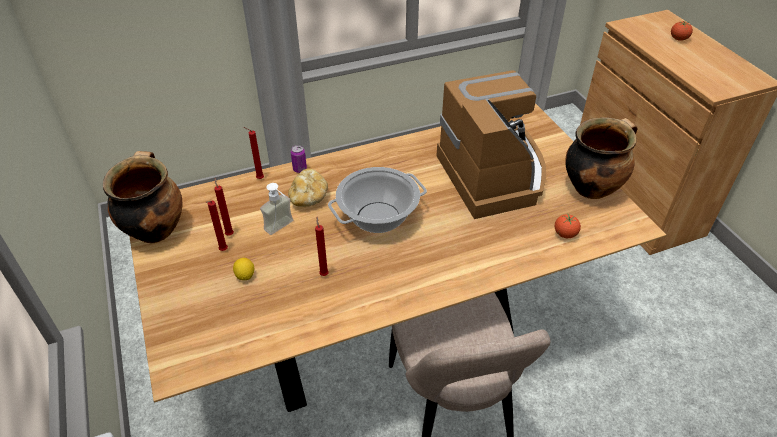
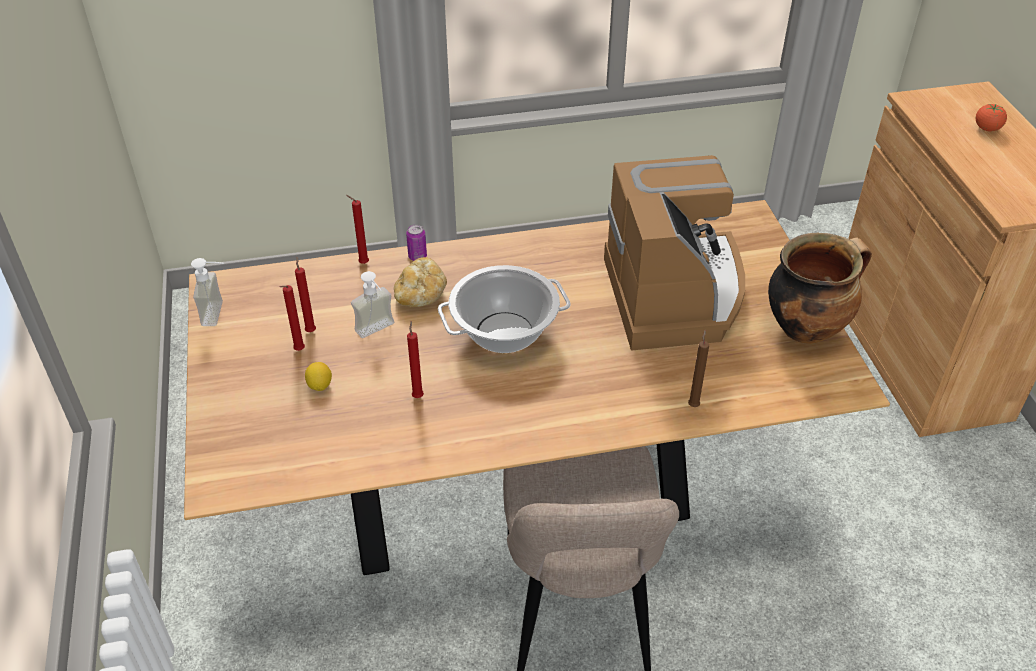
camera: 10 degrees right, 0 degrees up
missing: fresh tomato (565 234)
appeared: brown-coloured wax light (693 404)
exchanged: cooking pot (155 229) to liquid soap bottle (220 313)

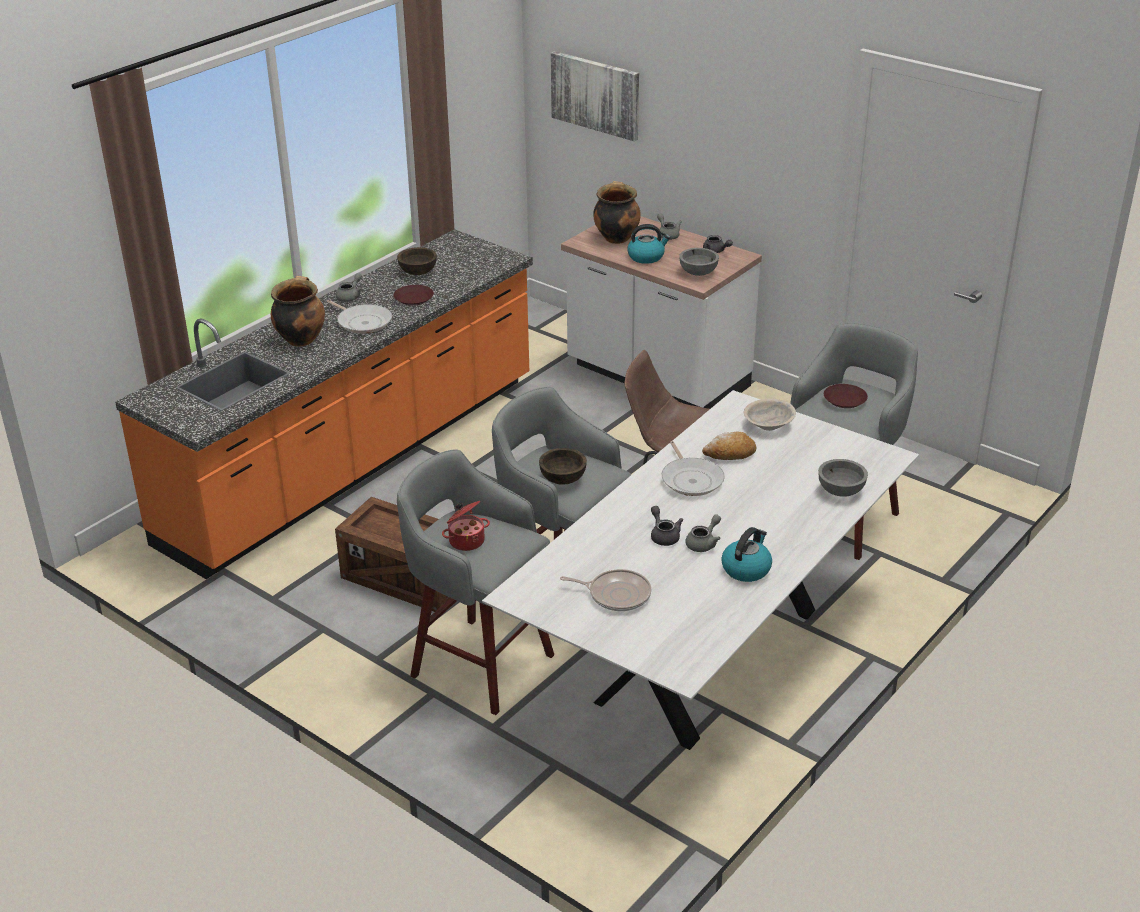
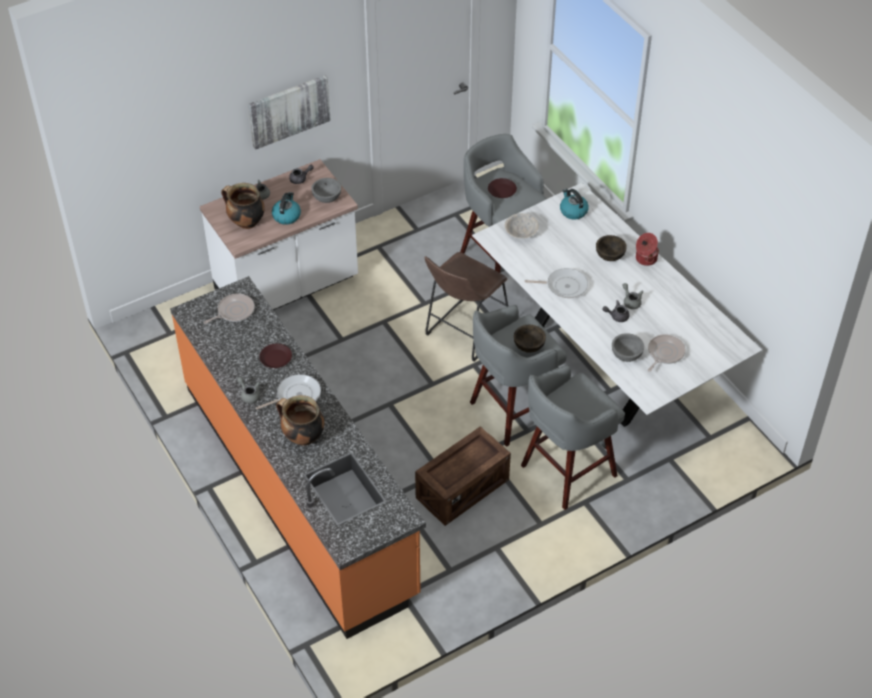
camera: 70 degrees left, 15 degrees up
missing: bread (730 454)
appeared: frying pan (234 311)
relocated: brown-coloured deep dish (417 272) to (609 255); cooking pot (466 540) to (645 258); wall picture (596 95) to (288 111); tea kettle (746 569) to (573 211); grey deep dish (841 490) to (626 355)

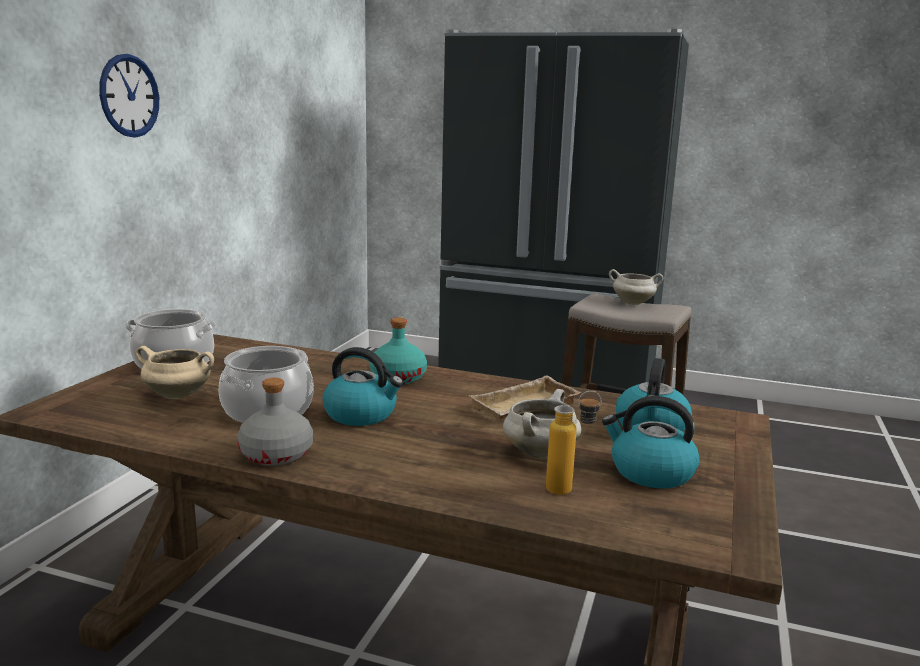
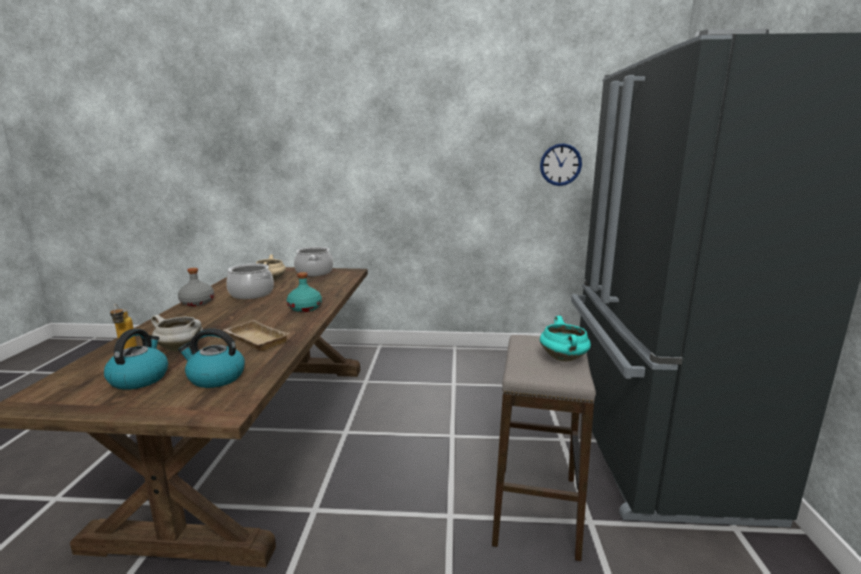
camera: 75 degrees right, 0 degrees up
missing: tea kettle (361 414)
relocated: wall clock (129 96) to (560 164)
colour: white-coloured cooking pot (633 303) to blue-green cooking pot (564 358)

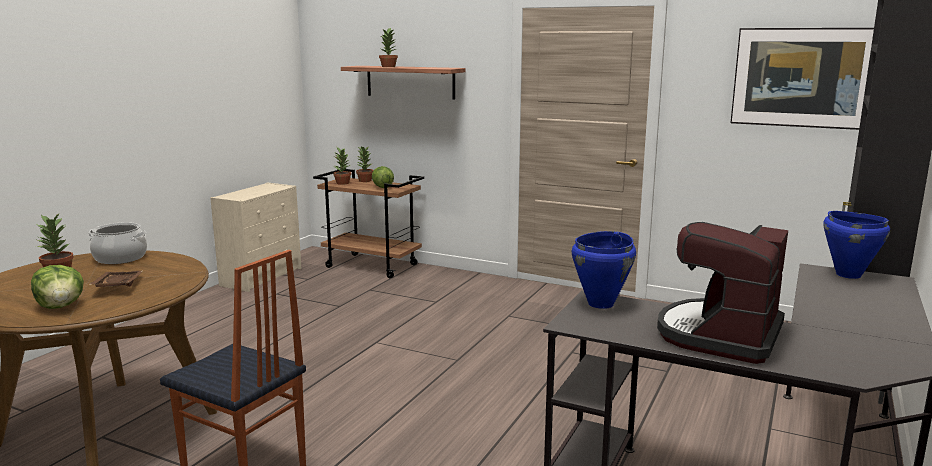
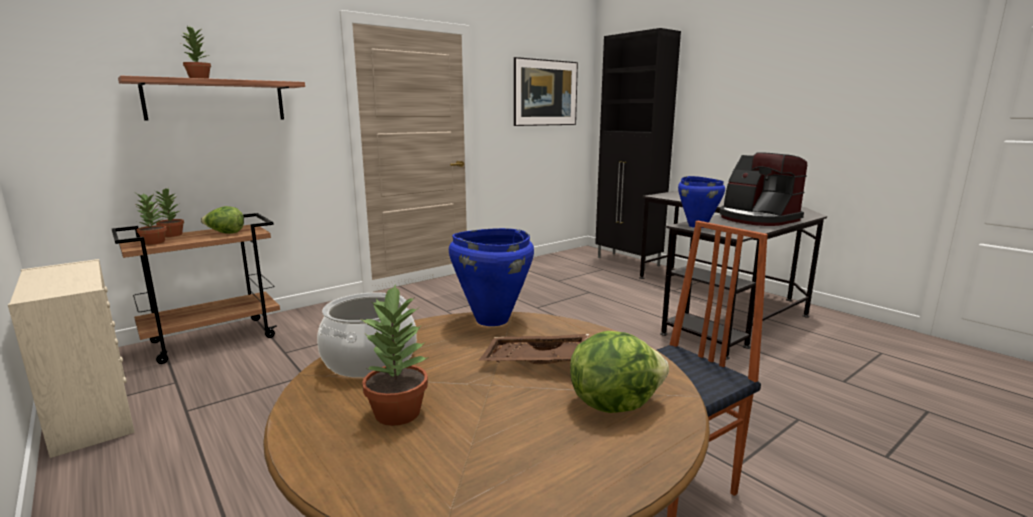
camera: 65 degrees left, 0 degrees up
relocated: blue cooking pot (848 274) to (491 320)

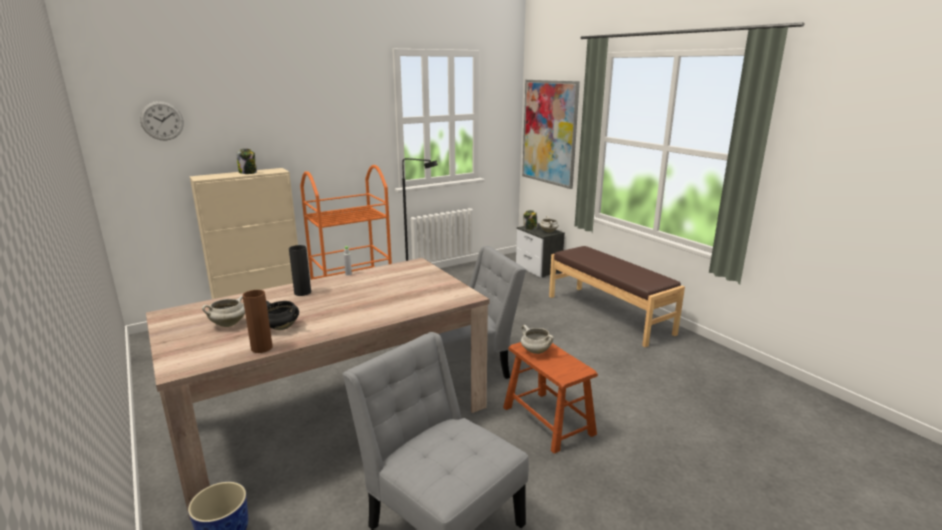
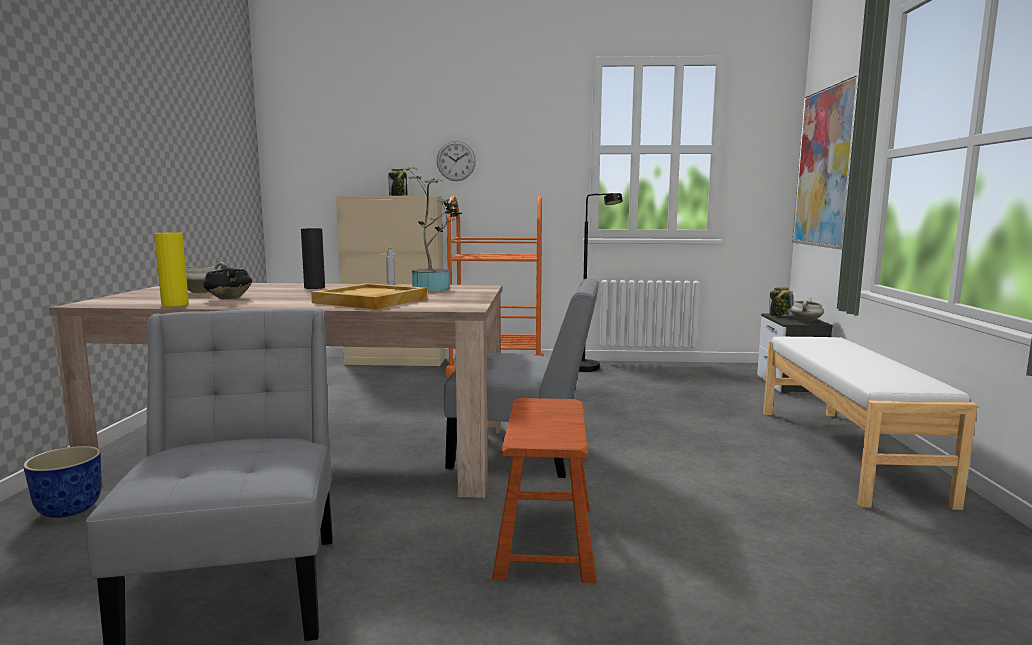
camera: 35 degrees right, 10 degrees down
missing: white-coloured cooking pot (535 351)
appeared: beige tray (371 301); houseplant (434 288)
relocated: wall clock (162 121) to (456 161)
colour: brown-coloured decorative vase (262 348) to yellowish decorative vase (175 304); brown-coloured bench (609 314) to white-coloured bench (845 452)

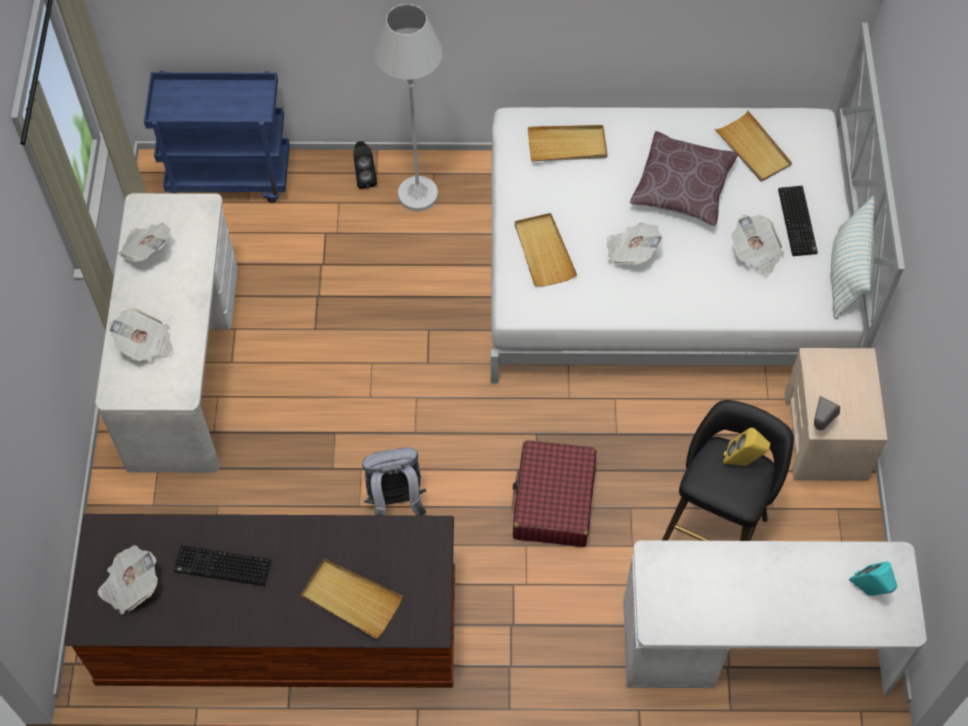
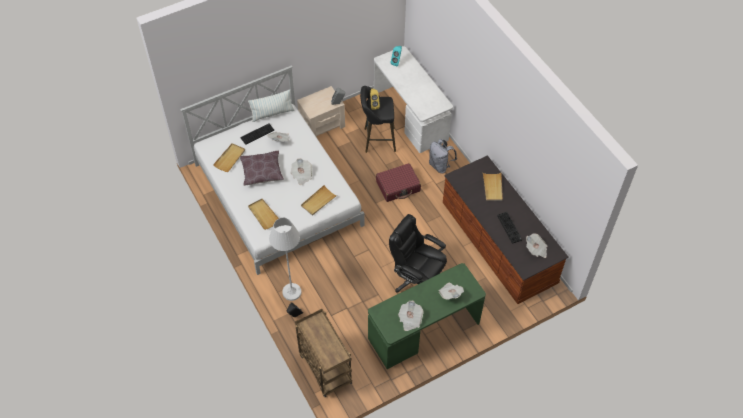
camera: 120 degrees left, 5 degrees down
appeared: blackish desk chair (416 278)
relocated: grey backpack (395 503) to (440 166)
colour: white-coloured desk unit (183 365) to greenish desk unit (424 331); blue wheeled cart (231 177) to brown-coloured wheeled cart (324 368)

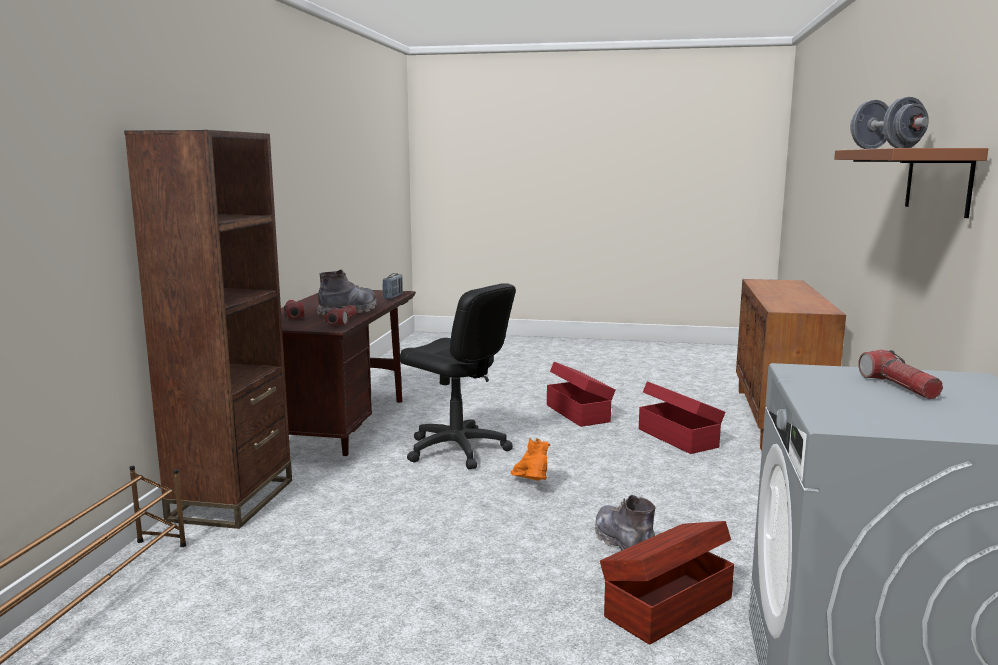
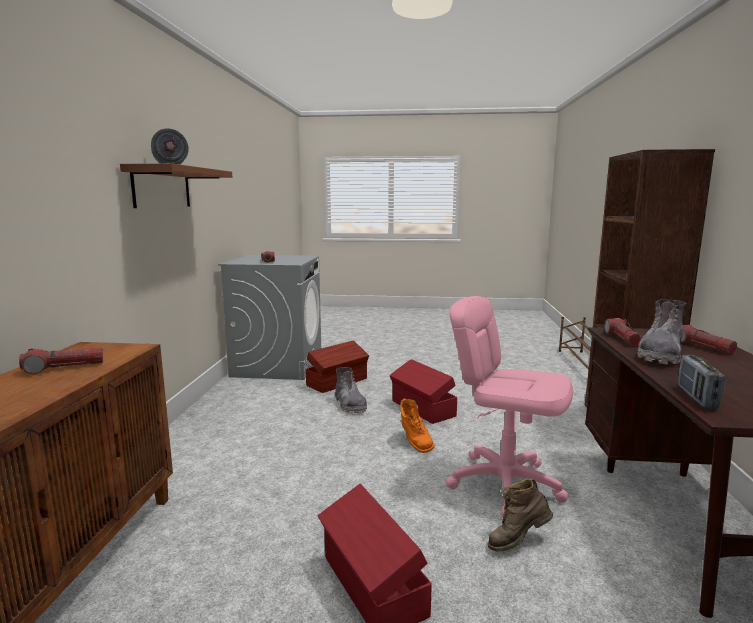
camera: 175 degrees right, 0 degrees up
appeared: flashlight (64 368); brown-coloured boot (517 540)
relocated: red-coloured storage box (678 437) to (422 409)
colour: blackish desk chair (457 450) to pink desk chair (505 484)

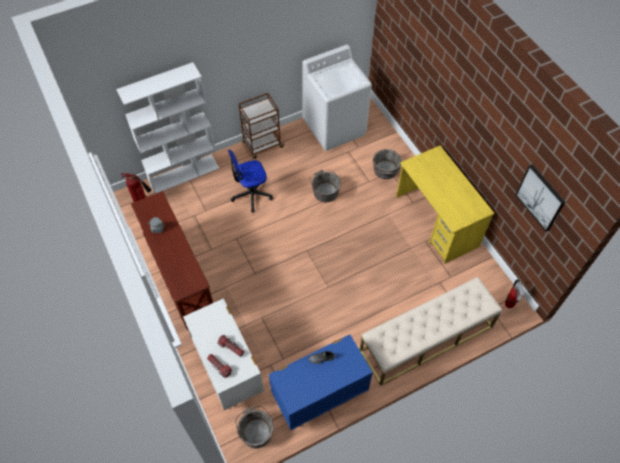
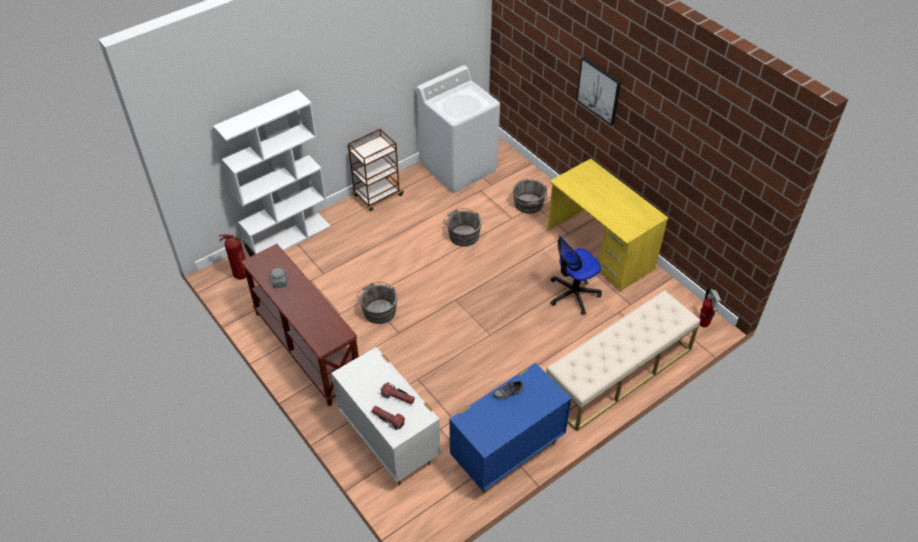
camera: 10 degrees left, 10 degrees down
relocated: desk chair (251 194) to (573 294); grey water bucket (256 431) to (378 310); wall picture (540 197) to (599 90)

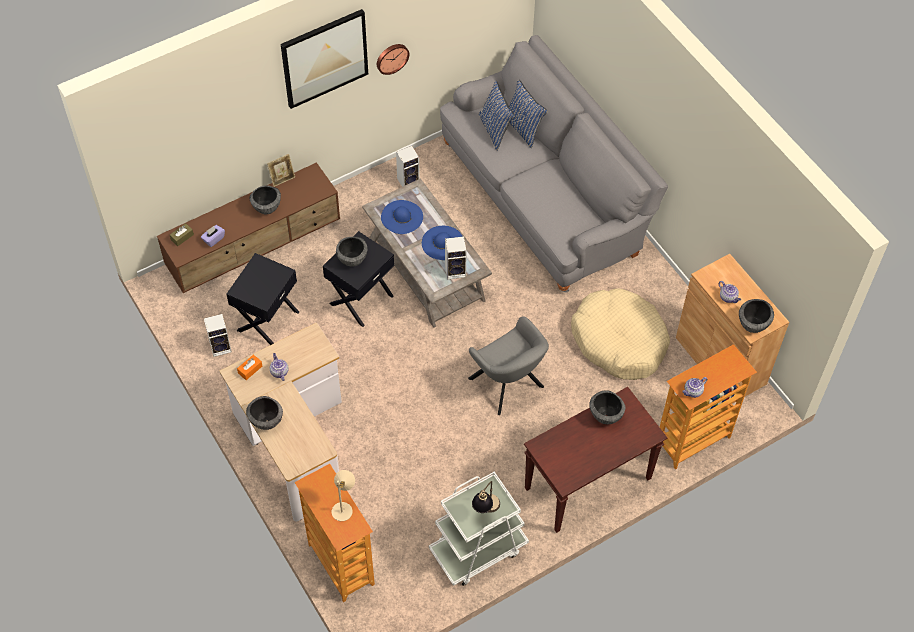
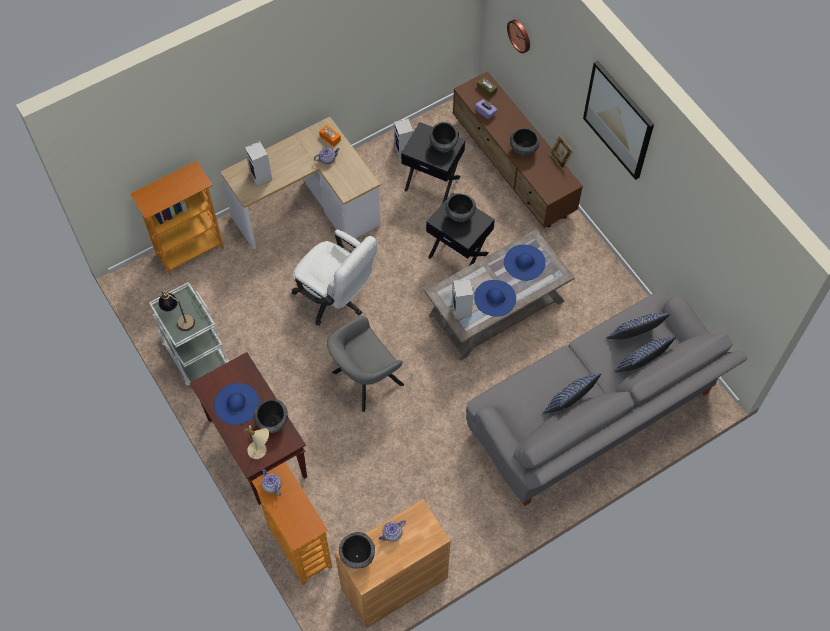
camera: 90 degrees right, 5 degrees up
missing: beige dog bed (619 341)
appeared: blue wearable hat (237 404); white-coloured desk chair (336 299); blue throw pillow (569 403)
relocated: deep dish (266 421) to (443 145); beige tabletop lamp (344 508) to (260 451); wall clock (391 58) to (520 35); speaker (408 180) to (261 177)

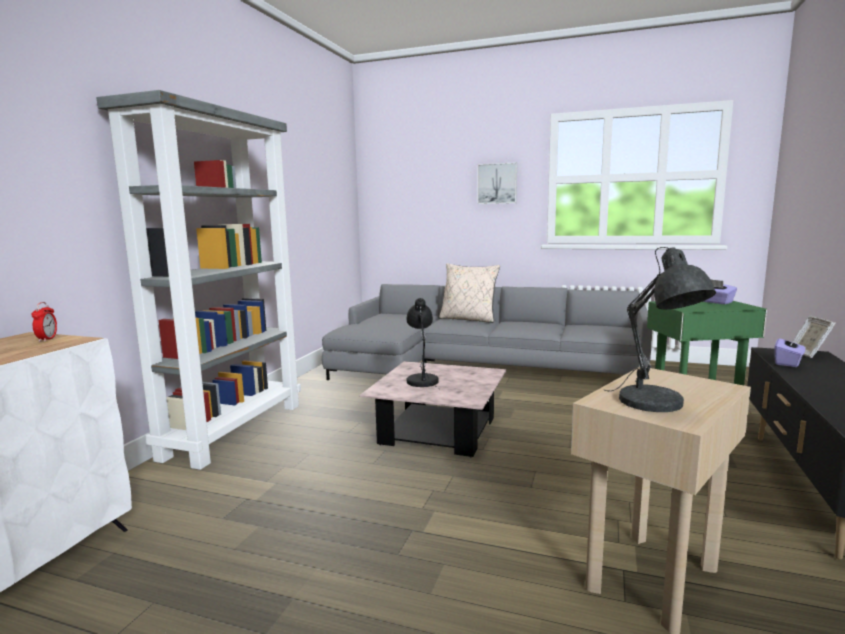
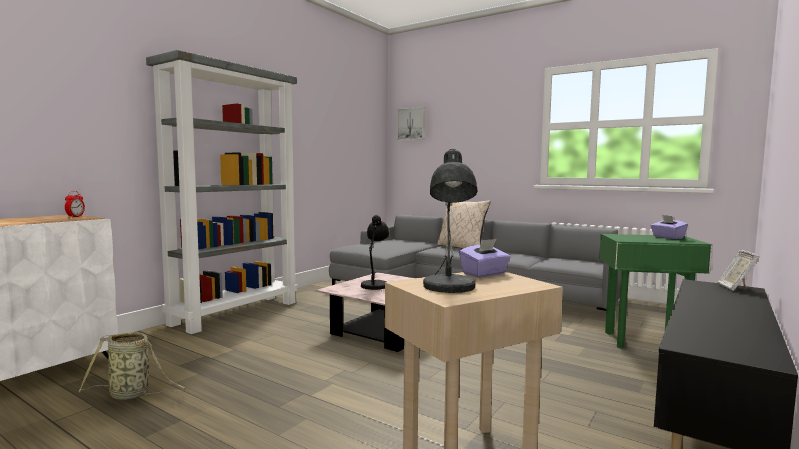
camera: 15 degrees right, 5 degrees down
appeared: basket (132 394)
relocated: wall picture (497 183) to (411 124); purple tissue box (788 363) to (484 274)

